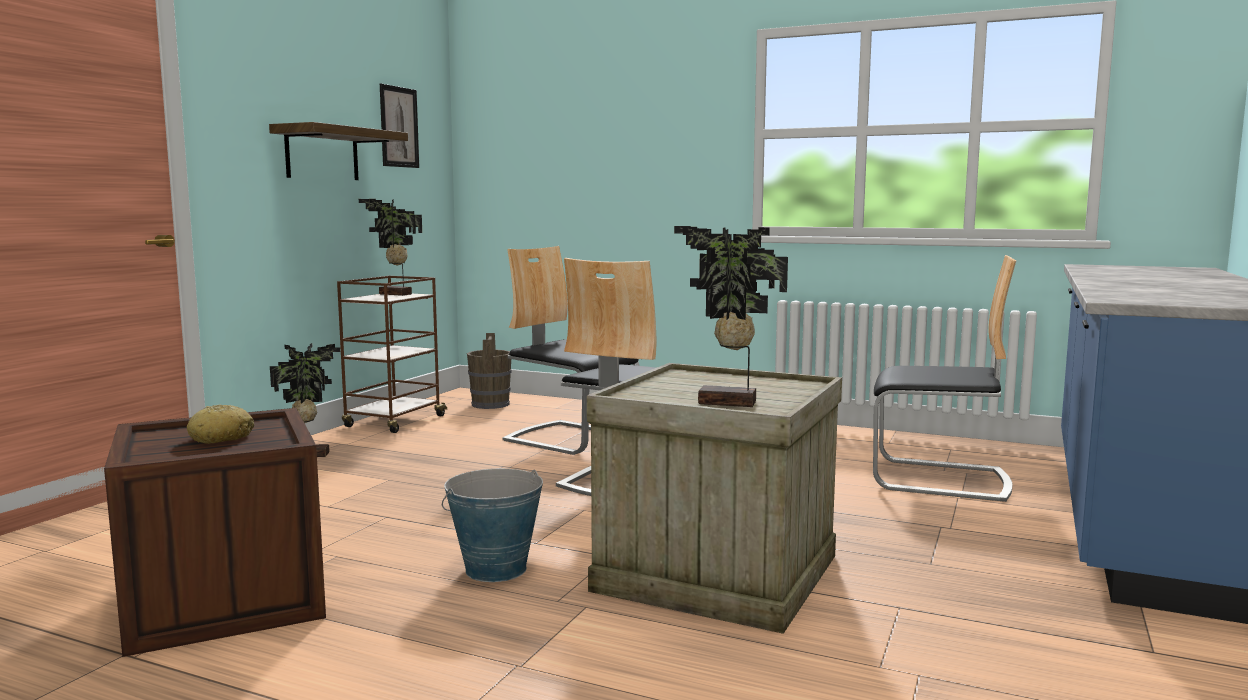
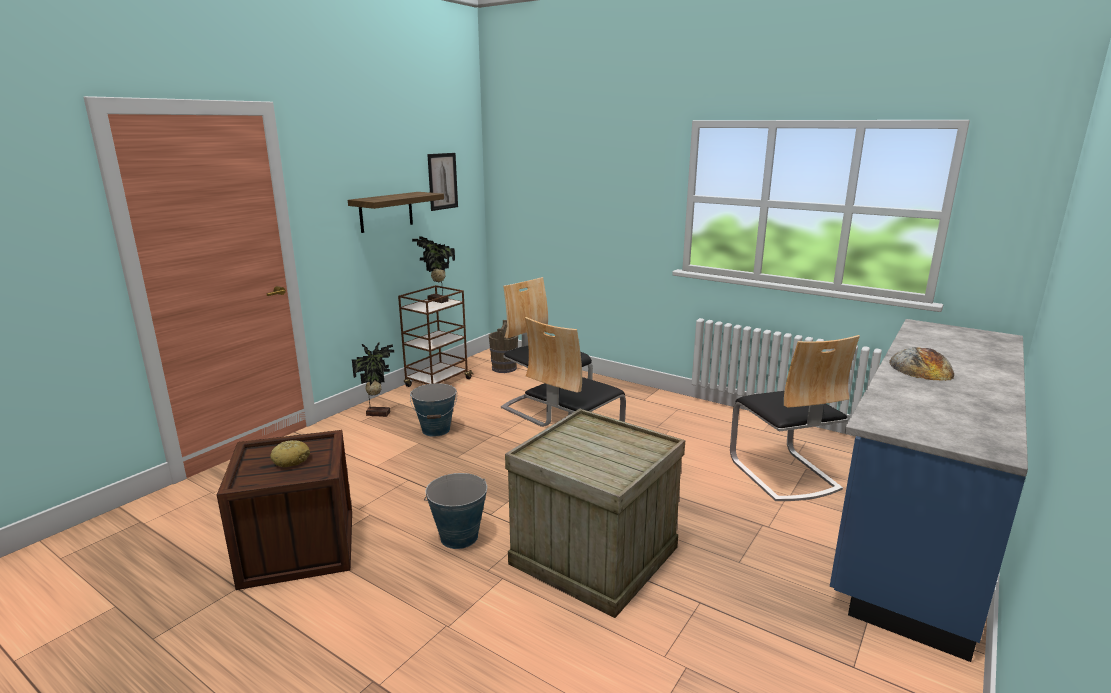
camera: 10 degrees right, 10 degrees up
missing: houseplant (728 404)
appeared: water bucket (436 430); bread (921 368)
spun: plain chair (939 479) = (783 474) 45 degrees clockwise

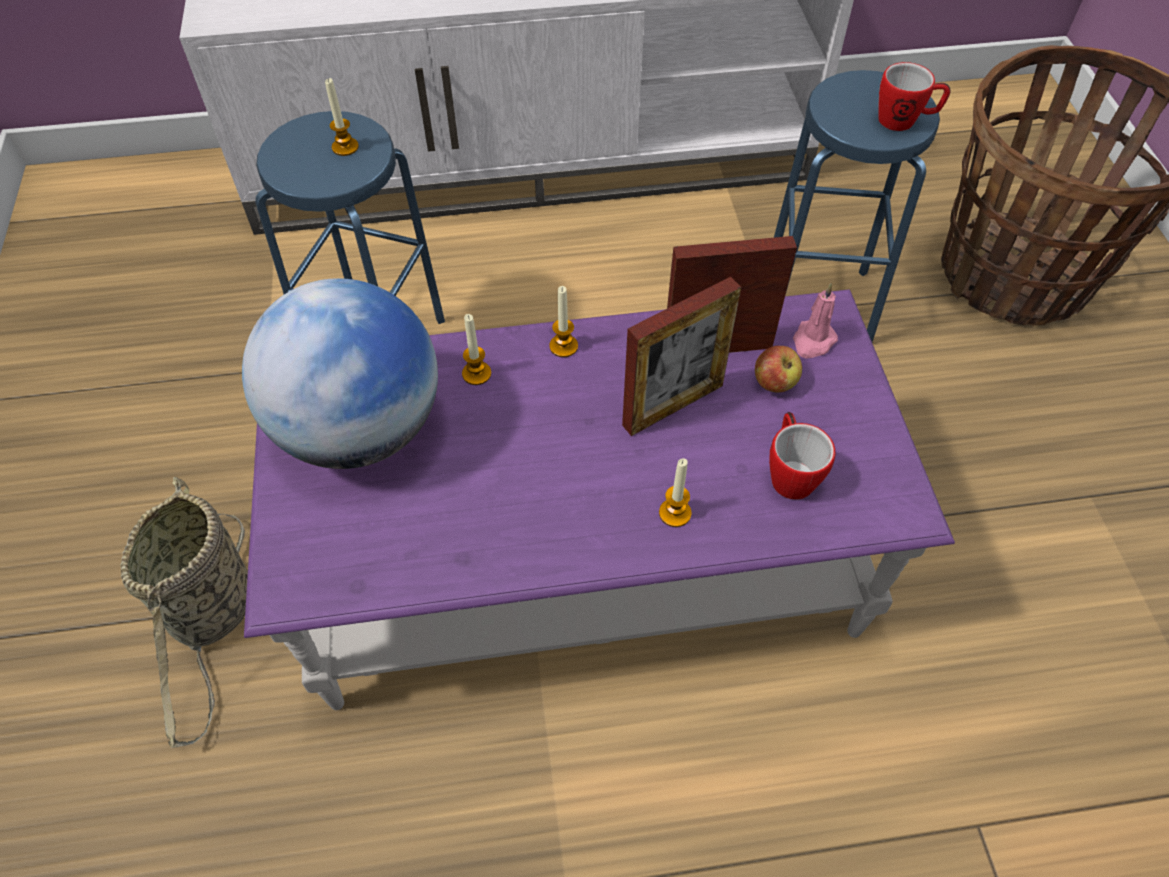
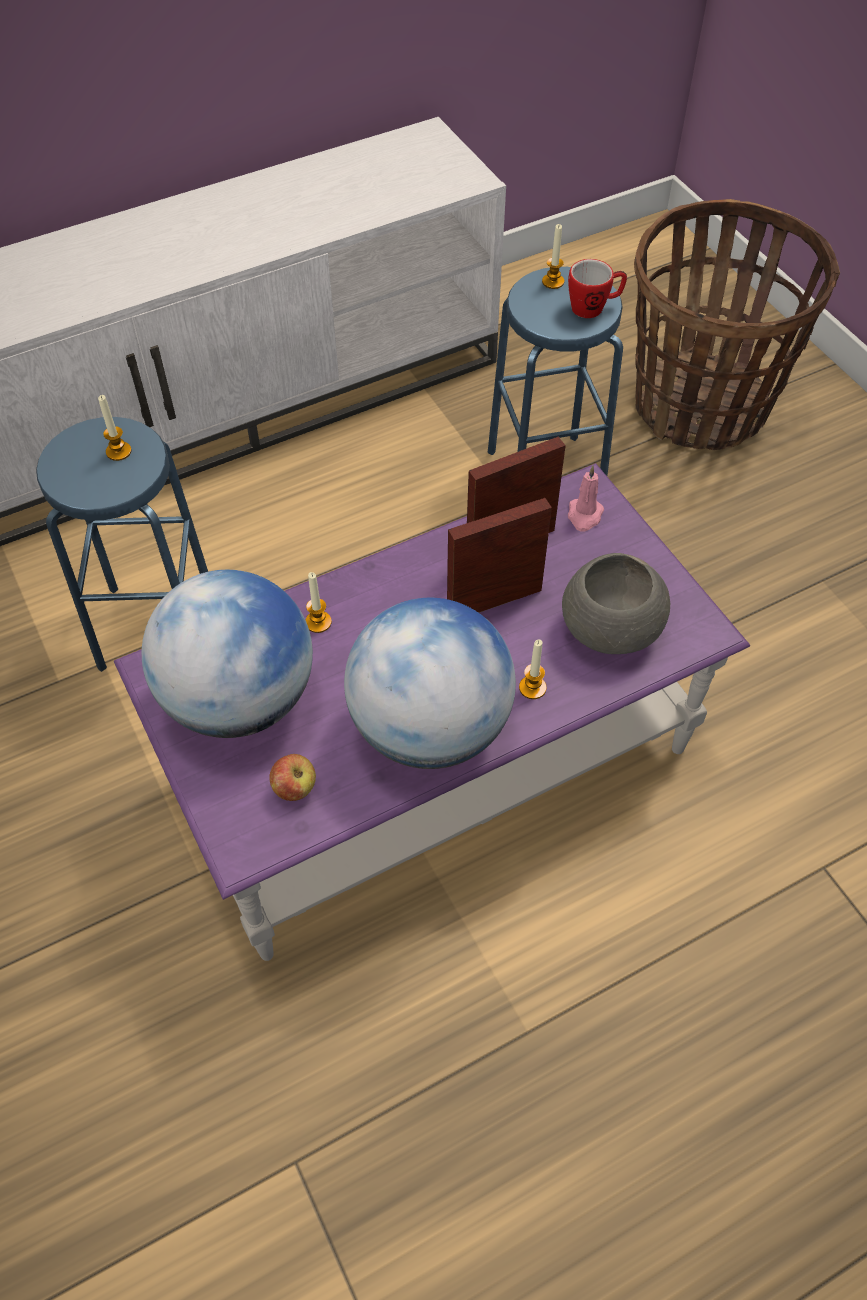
camera: 20 degrees left, 0 degrees up
missing: basket (214 615)
appeared: desk globe (430 727)
relocated: wax light (563 346) to (553 282); whole apple (774 383) to (295 787)
exchanged: coffee mug (789 473) to grey deep dish (608 628)
spun: standing frame (673 405) = (494 601) 150 degrees counterclockwise

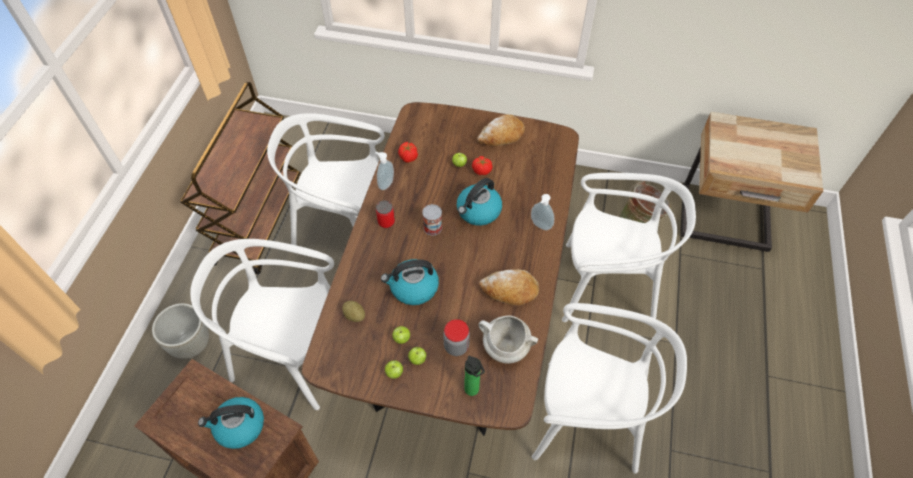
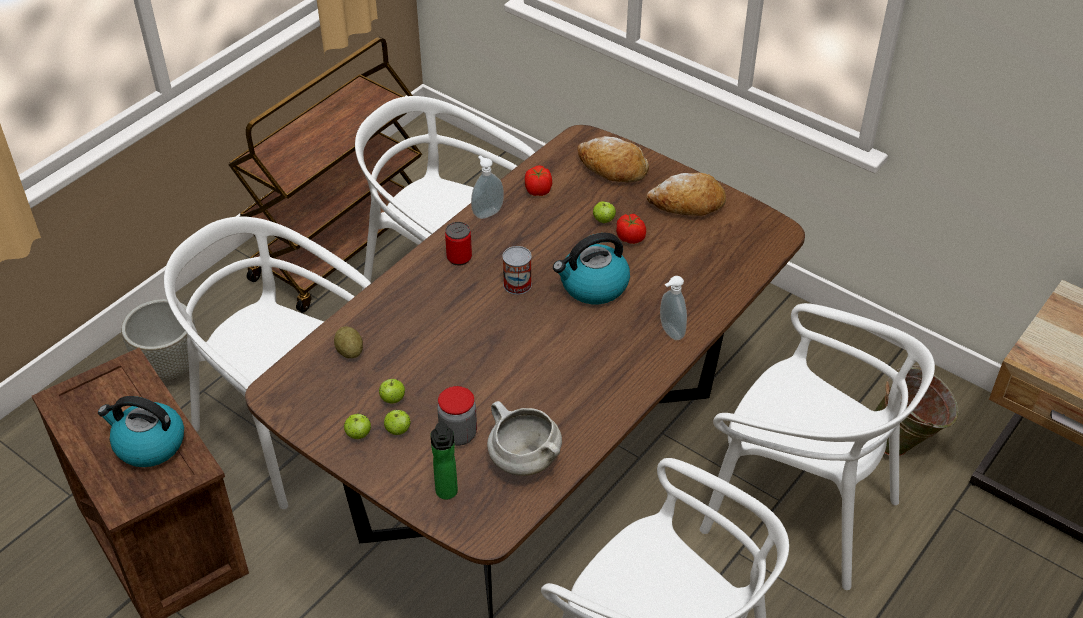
camera: 25 degrees right, 10 degrees down
missing: tea kettle (413 288)
relocated: bread (509 291) to (612 168)

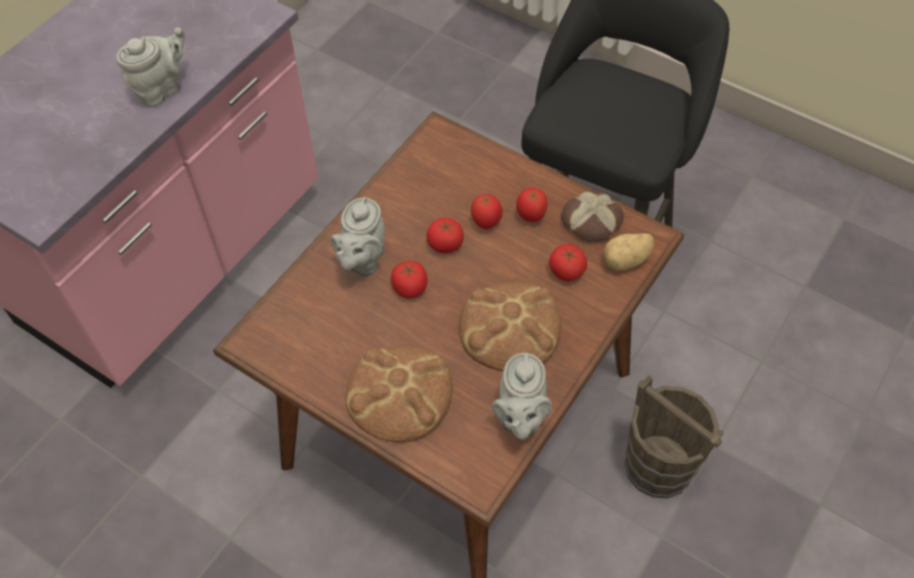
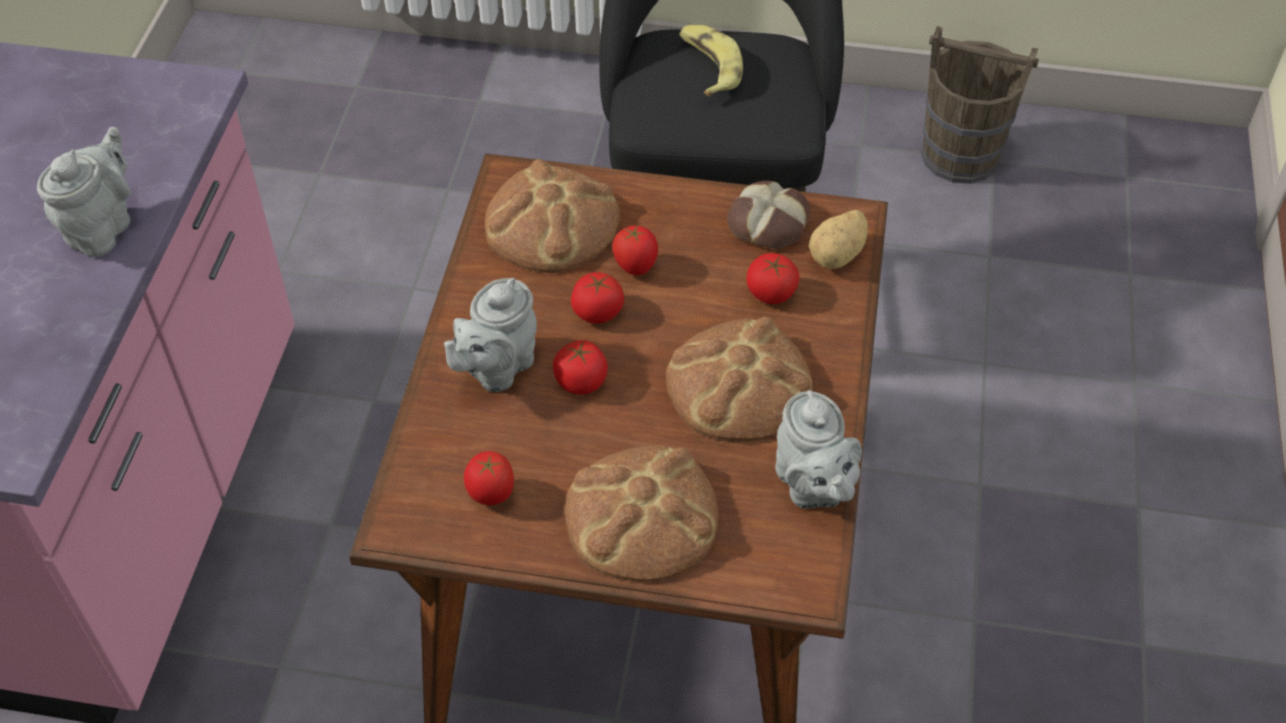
camera: 25 degrees left, 5 degrees down
appeared: bread (551 223); banana (708 66)
relocated: fresh tomato (530 216) to (491 495); brown-coloured water bucket (658 465) to (959 155)
spun: grey teapot (362 260) = (496 368) 45 degrees clockwise

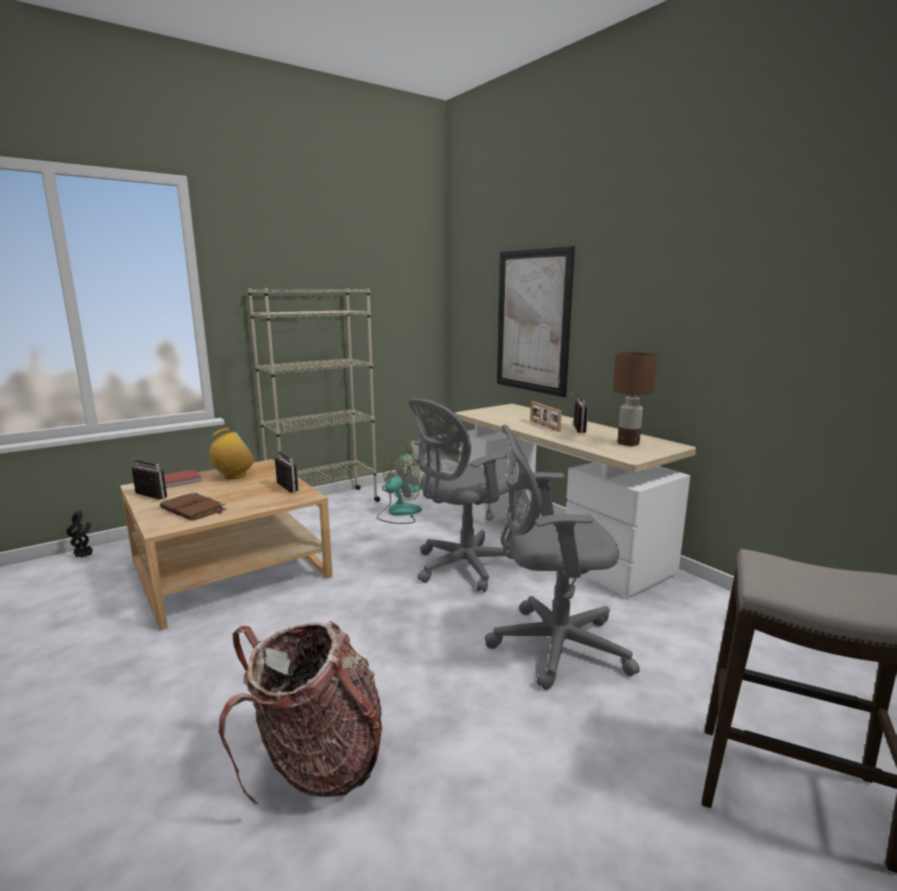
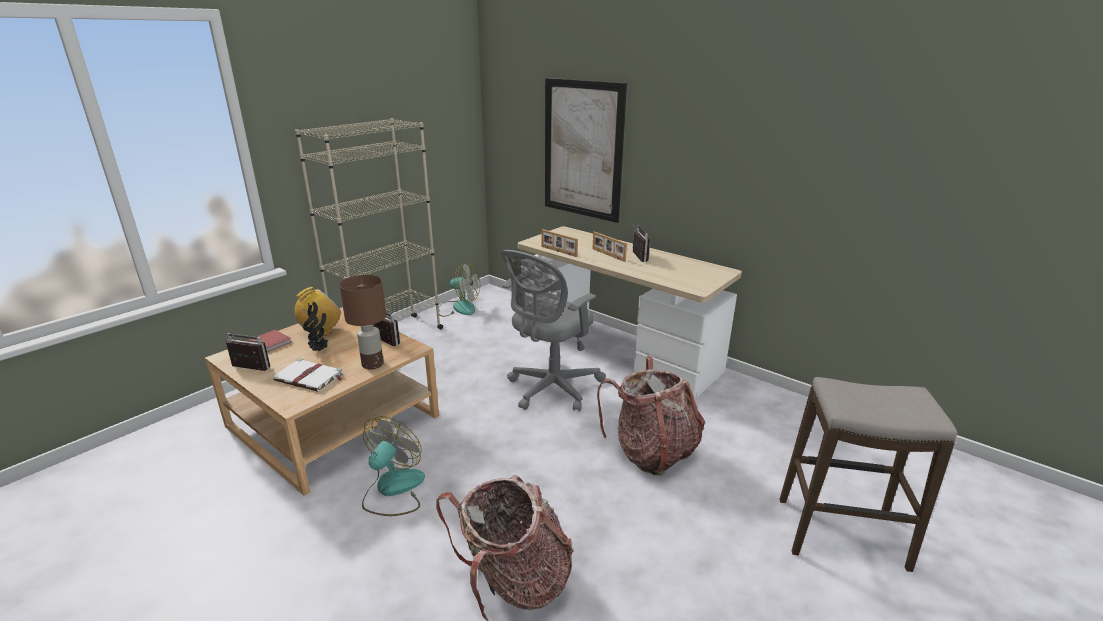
camera: 15 degrees left, 10 degrees up
appeared: standing frame (558 251)
relocated: houseplant (84 557) to (320 350); cooling fan (398 513) to (393 490); brown-coloured tabletop lamp (628 443) to (373 364)
exchanged: grey desk chair (552 646) to backpack (651 452)
colour: brown-coloured volume (194 509) to white-coloured volume (310 378)

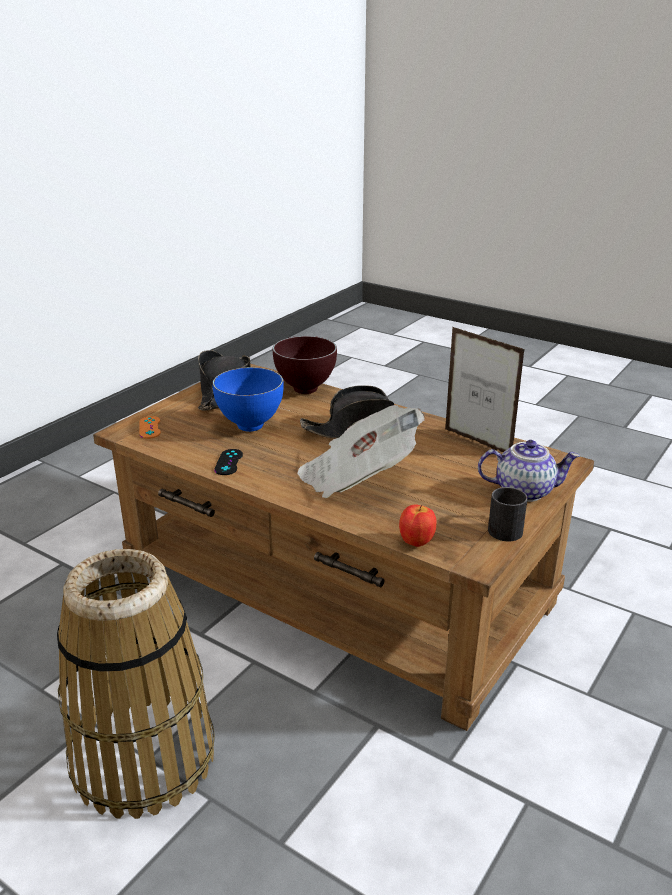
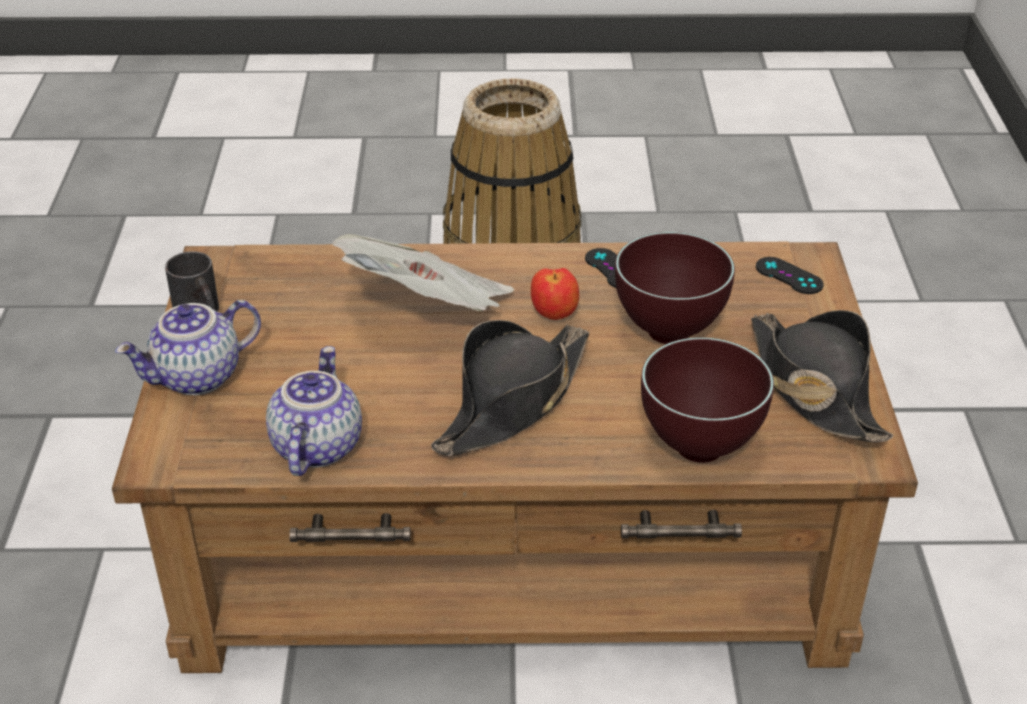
camera: 145 degrees right, 10 degrees up
relocated: whole apple (416 542) to (555 315)
exchanged: standing frame (477 442) to teapot (315 446)
colour: orange-coloured joypad (150 427) to blackish joypad (789 276); blue deep dish (251 427) to brown-coloured deep dish (666 333)

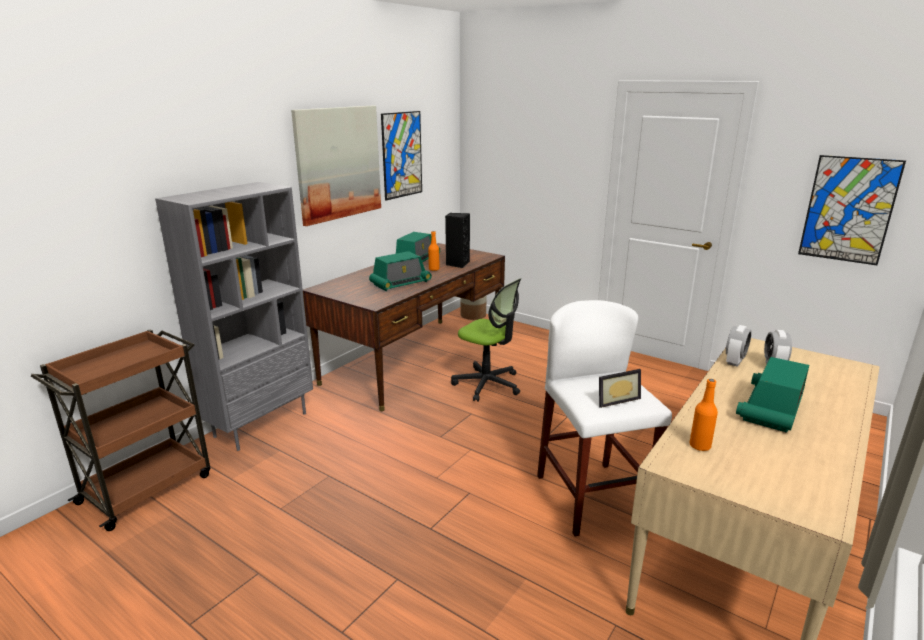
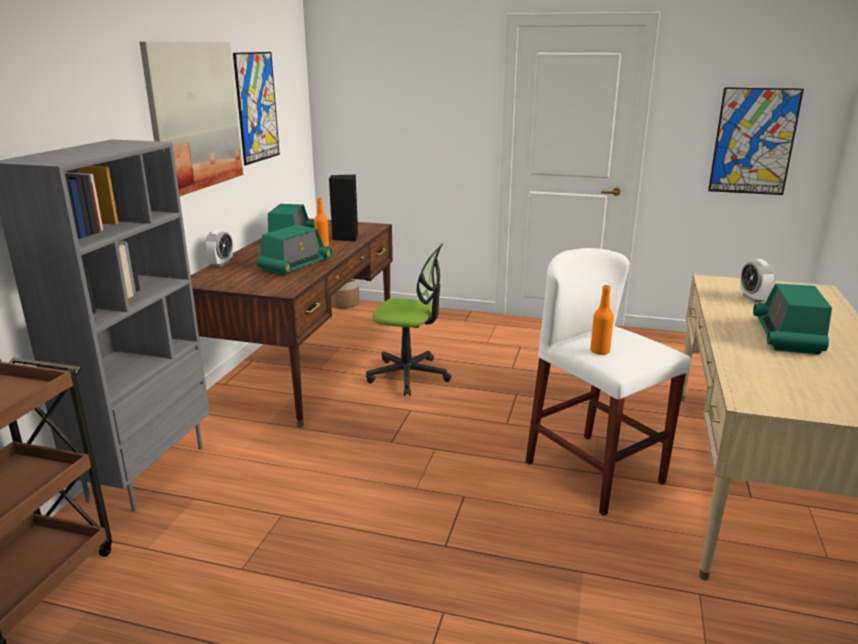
camera: 20 degrees left, 0 degrees up
missing: standing frame (615 399)
relocated: orange-coloured bottle (700 446) to (600 351); table clock (734 361) to (221 264)

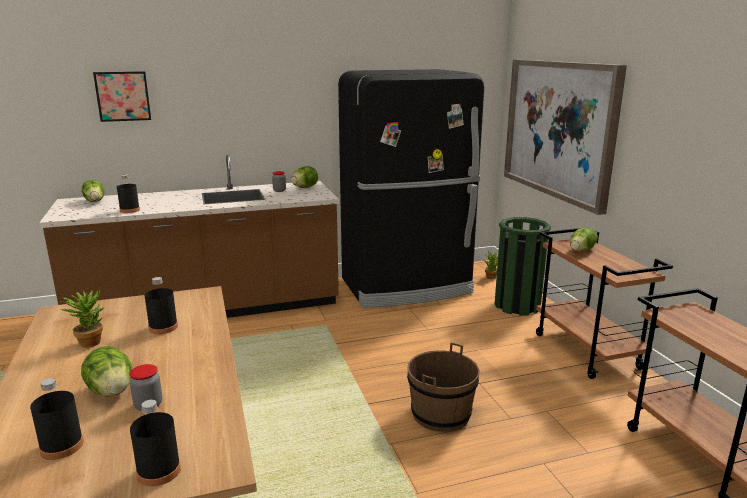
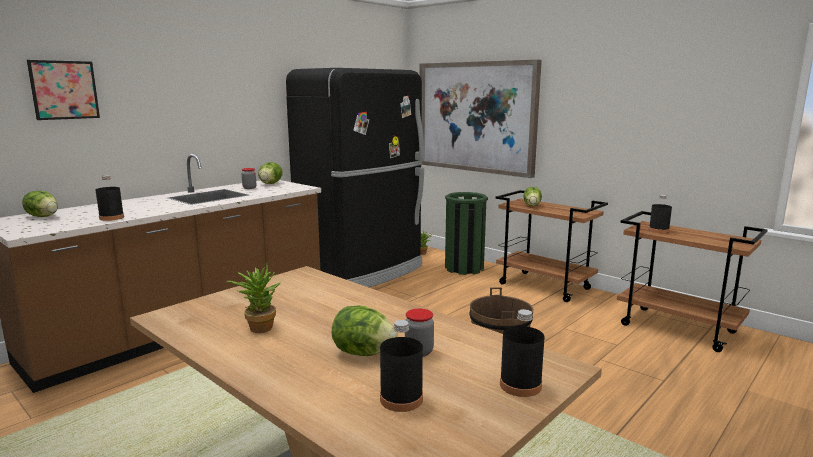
camera: 30 degrees left, 5 degrees down
relocated: blackish bottle (163 327) to (658 230)

